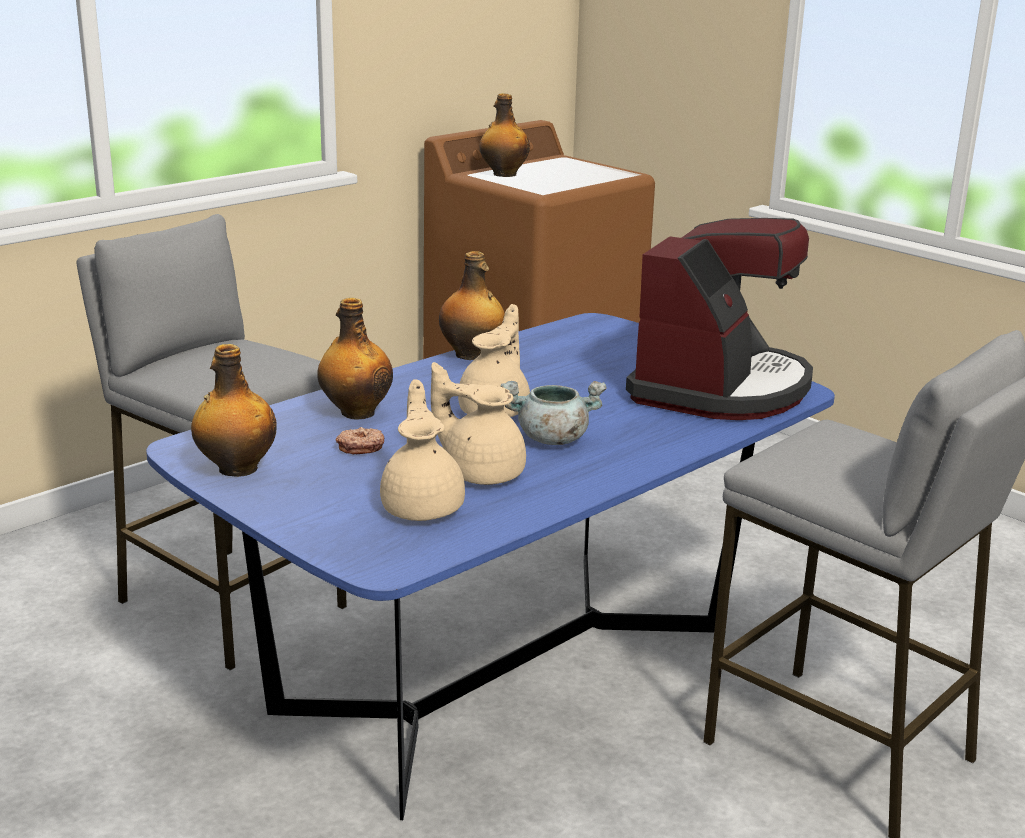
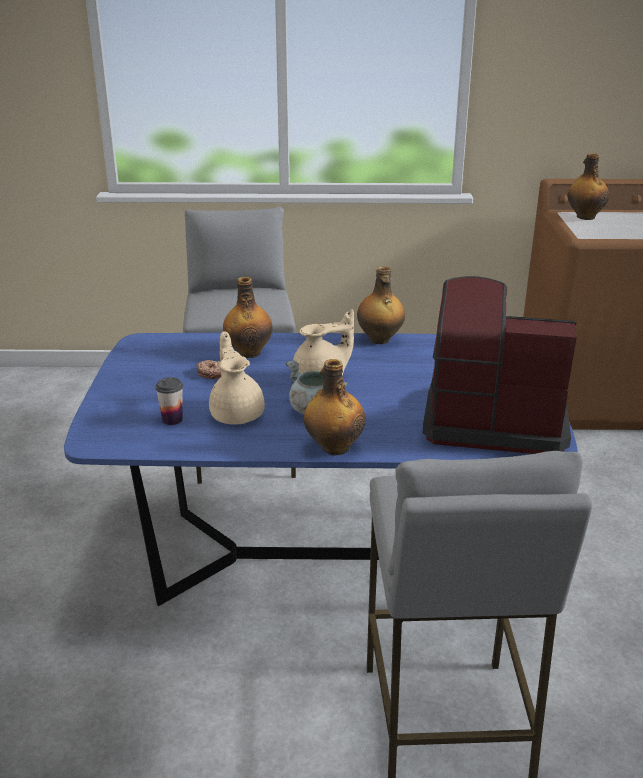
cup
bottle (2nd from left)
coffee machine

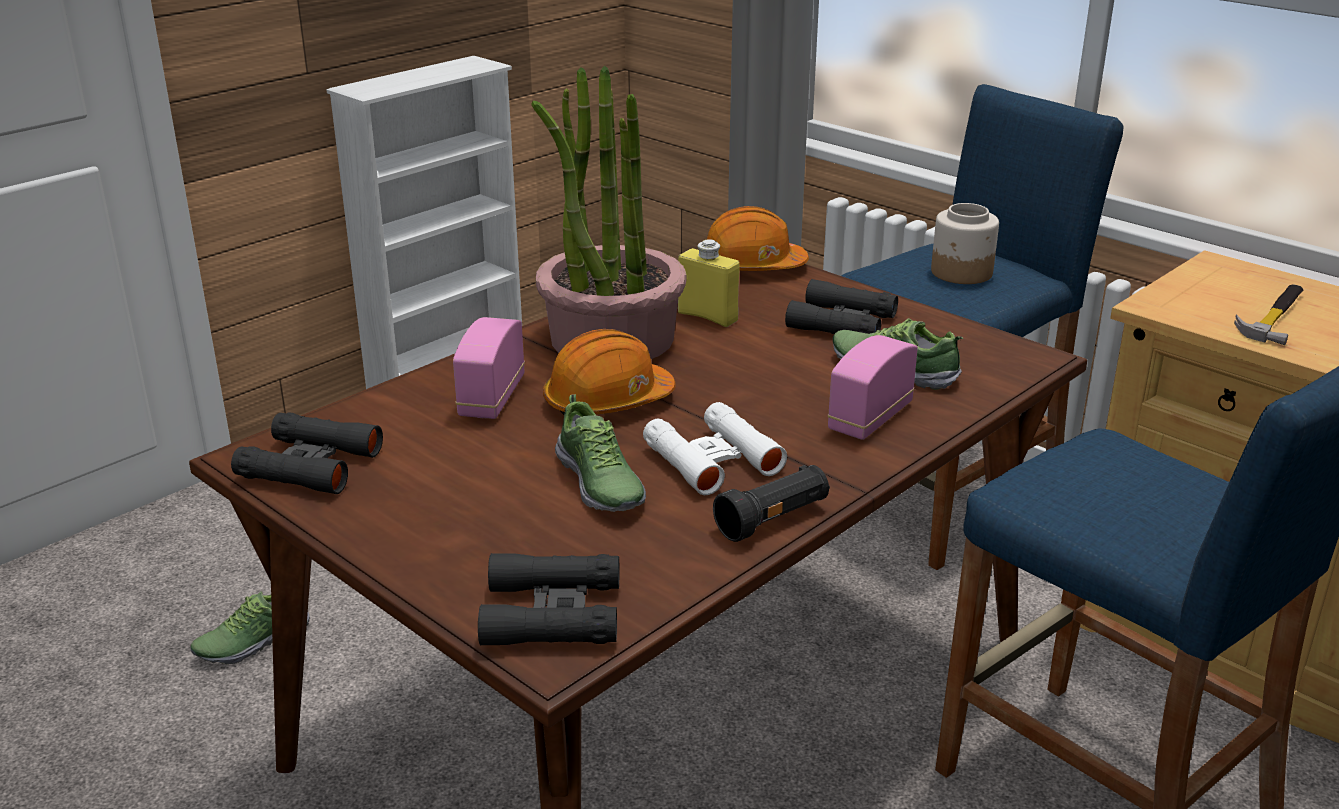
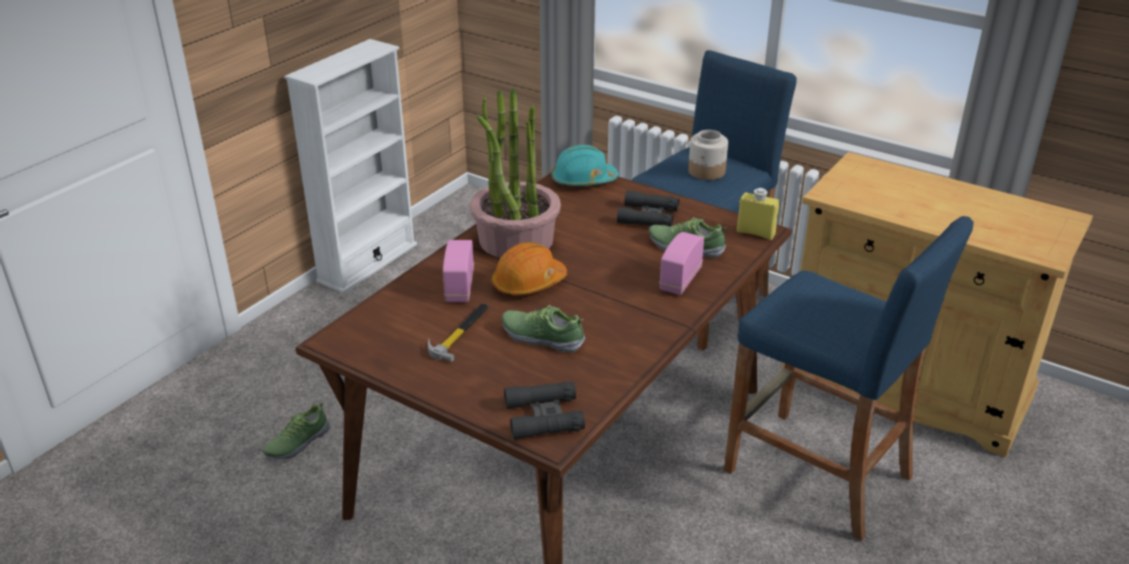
hammer
shoe (2nd from left)
hard hat in turquoise
bottle in yellow
binoculars in black (1st from left in the first image)
binoculars in white
flashlight in black

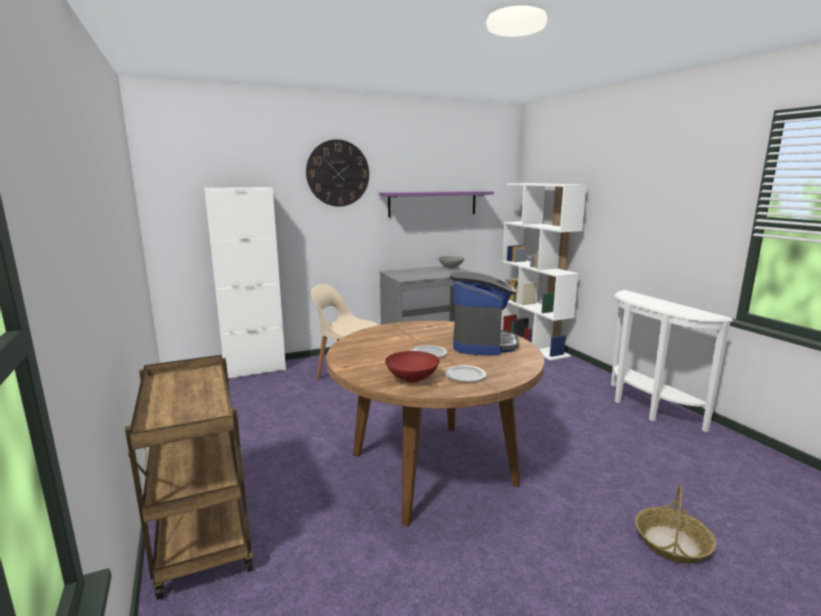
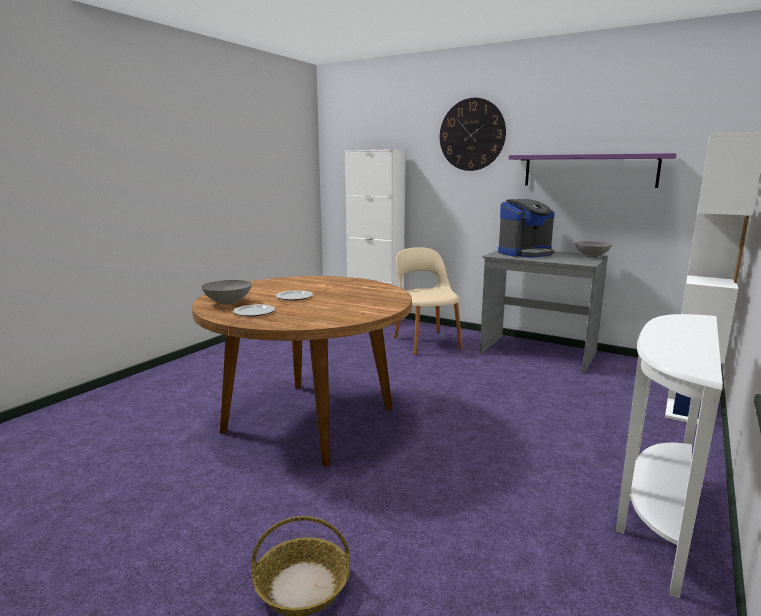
bowl in grey (1st from left)
coffee machine
cart in brown

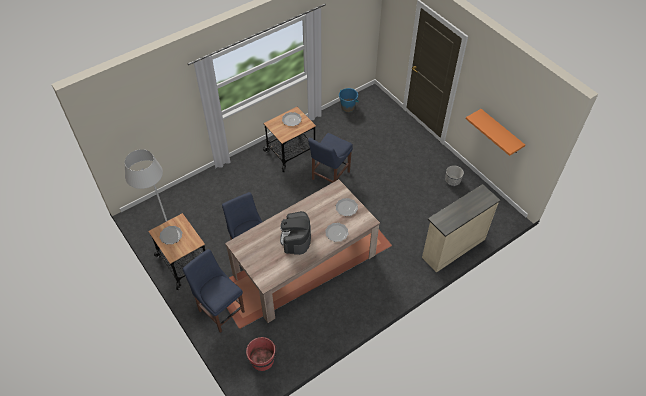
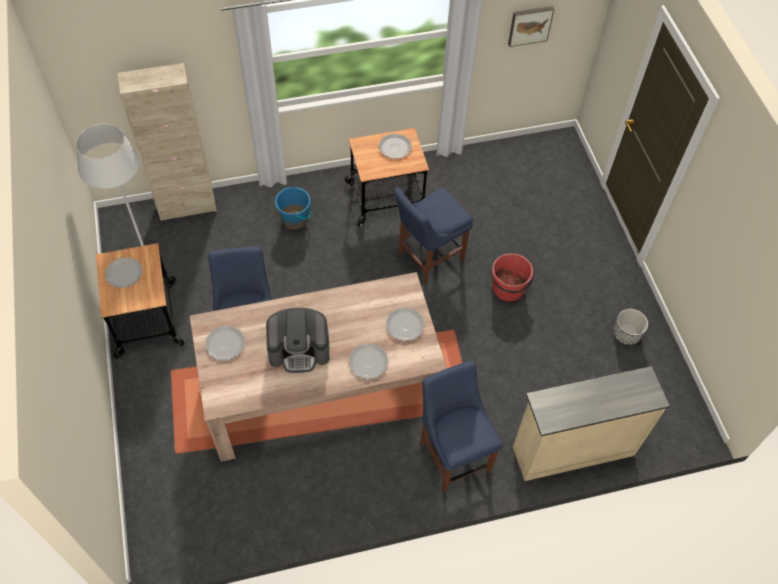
cabinet in beige
plate (2nd from left)
coffee machine
bucket in blue
chair in blue (3rd from left)
bucket in red
picture
shelf in orange

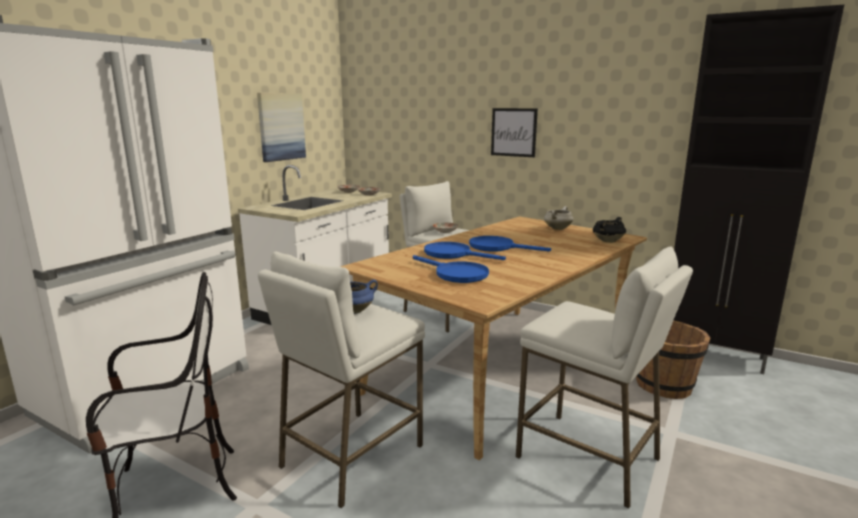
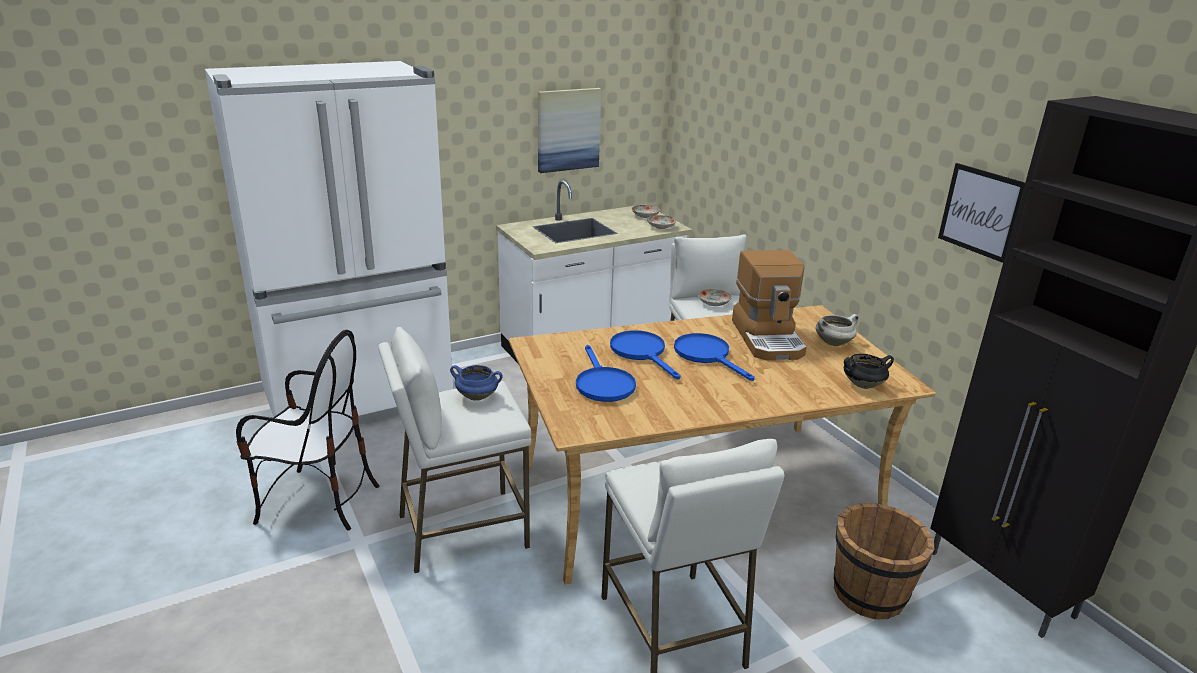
coffee machine
picture (2nd from left)

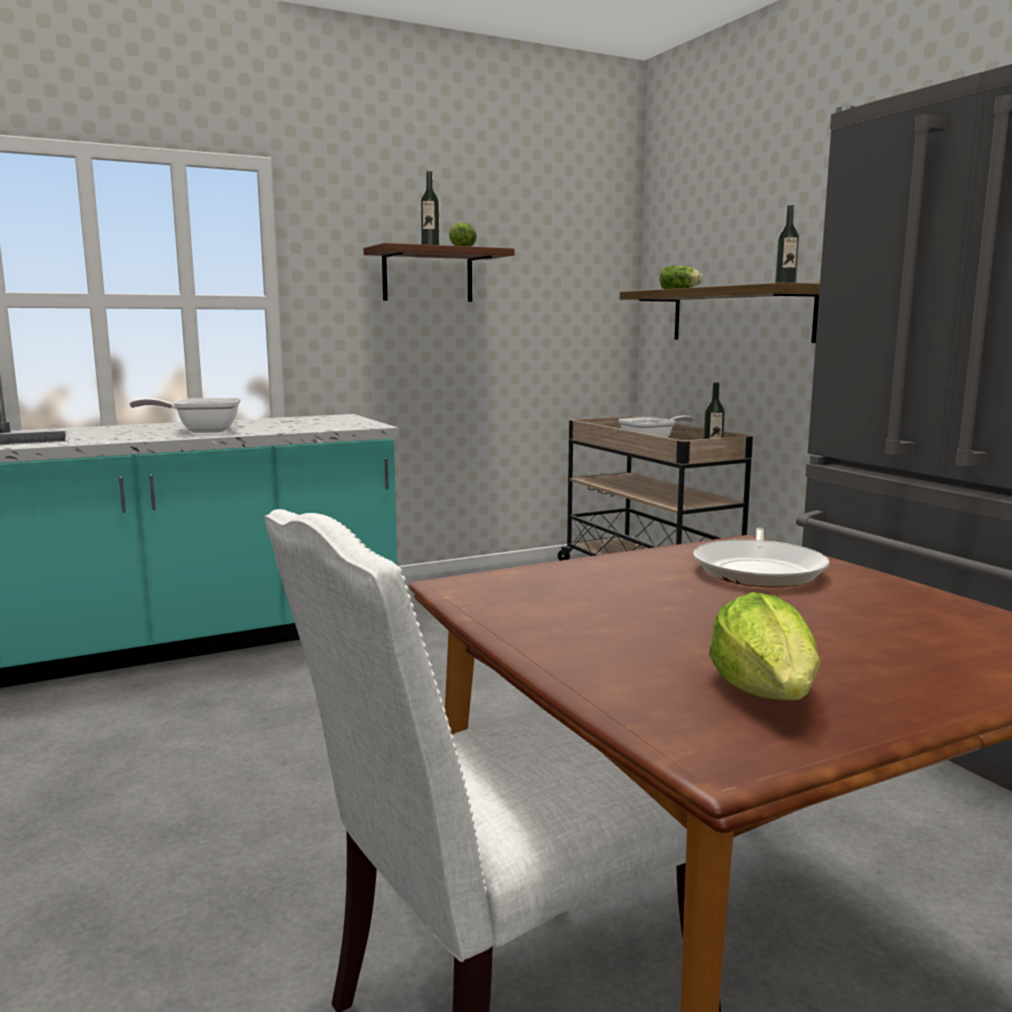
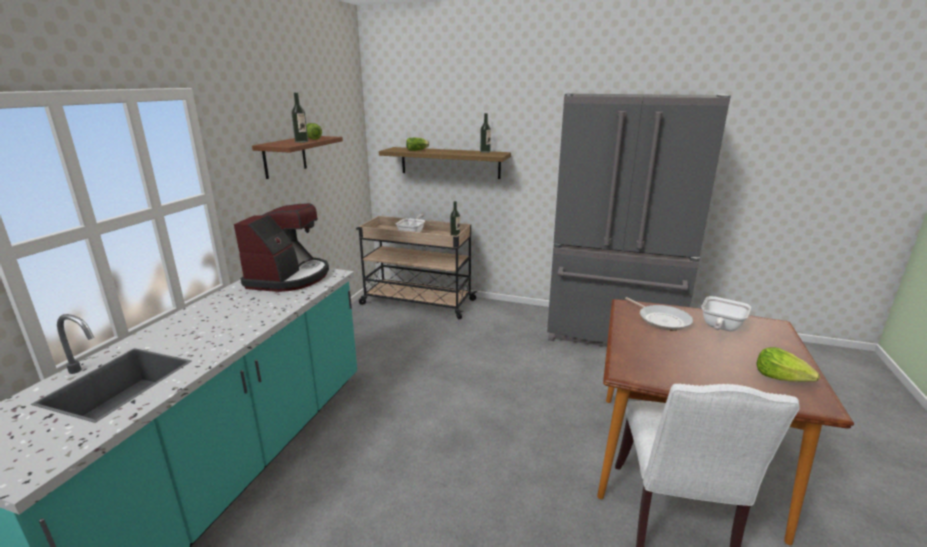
coffee machine
frying pan (3rd from left)

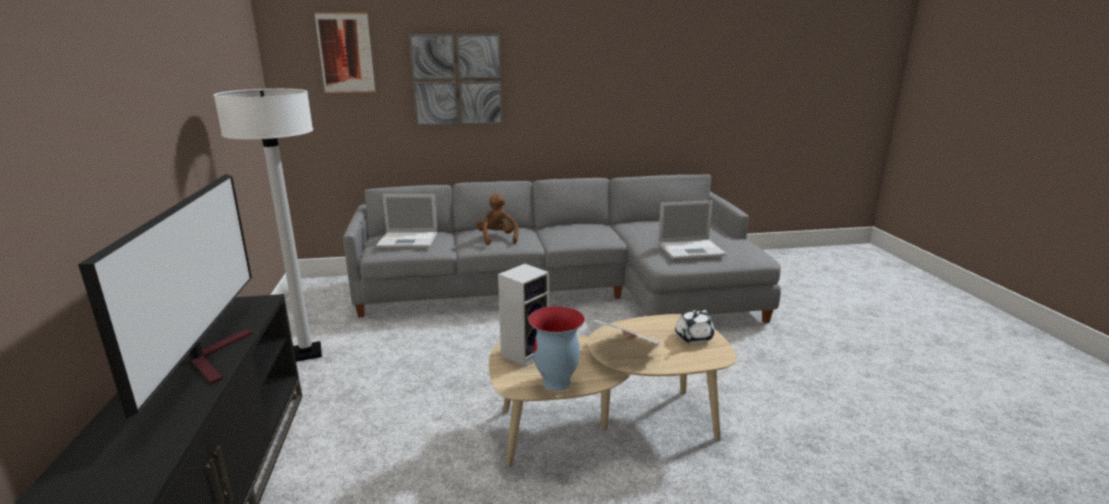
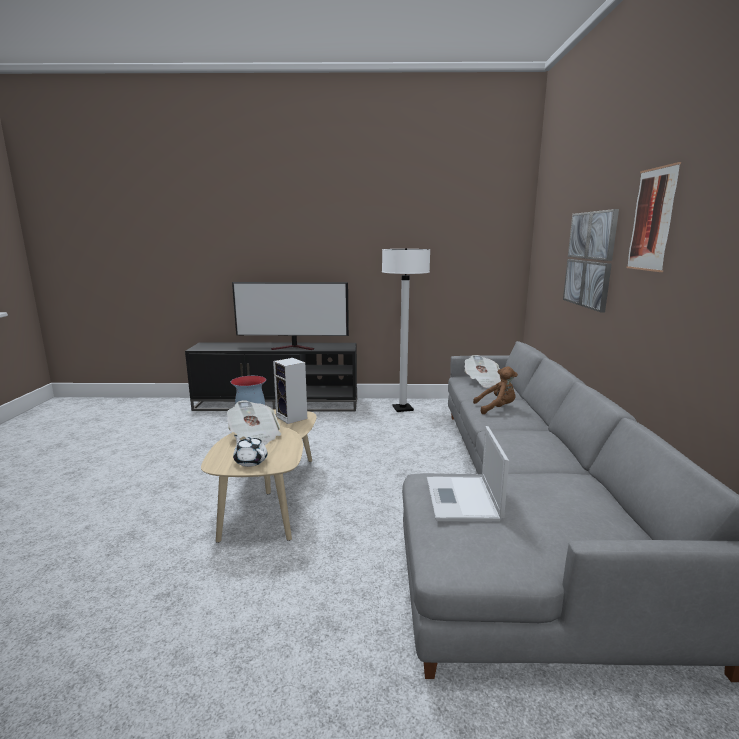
newspaper (2nd from left)
picture (2nd from left)

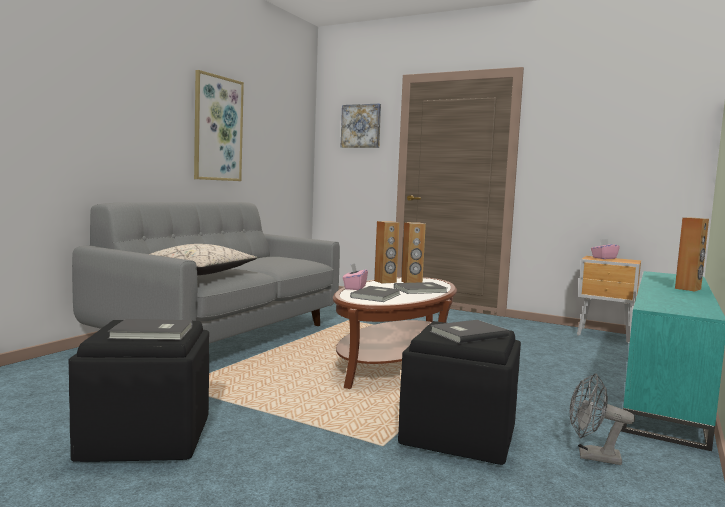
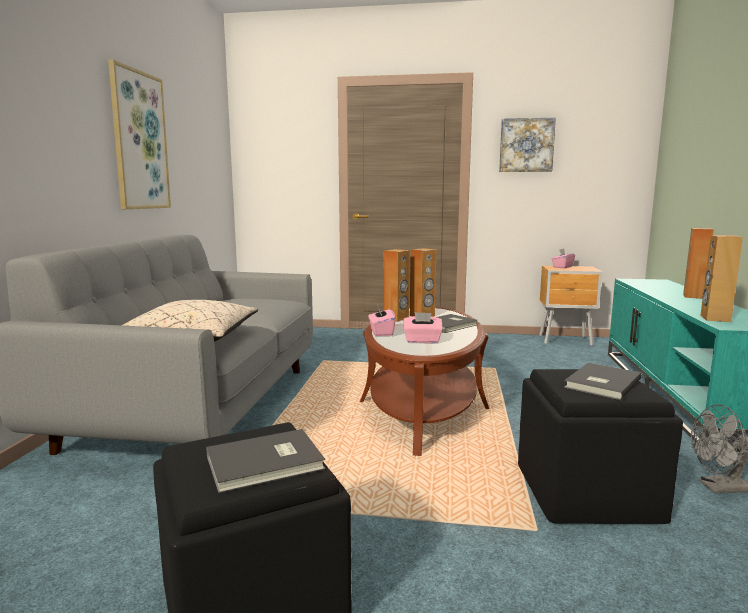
tissue box in pink (2nd from left)
picture (2nd from left)
speaker in brown (4th from left)

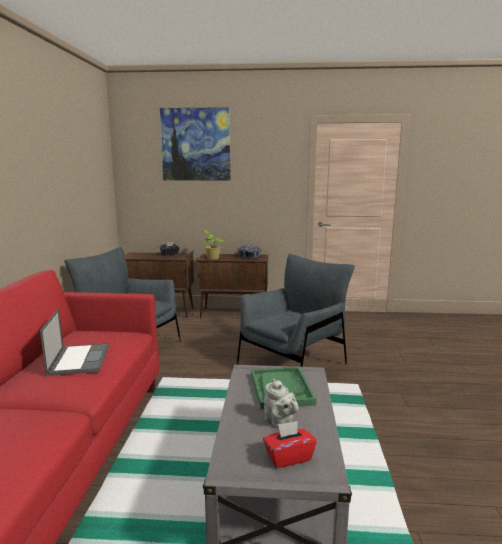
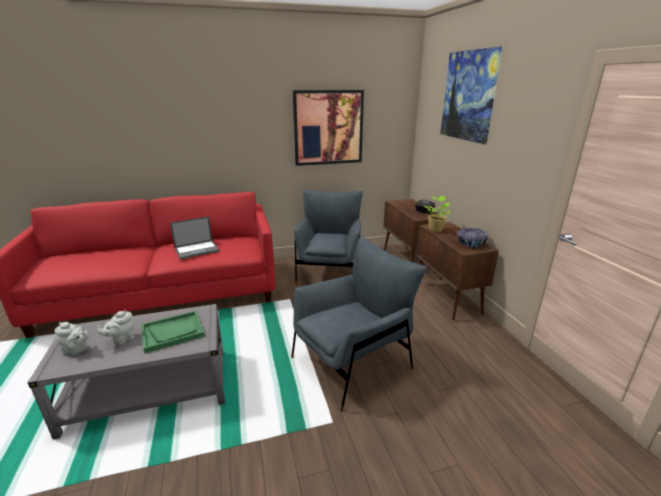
teapot in grey (1st from left)
armchair in grey (2nd from left)
picture (1st from left)

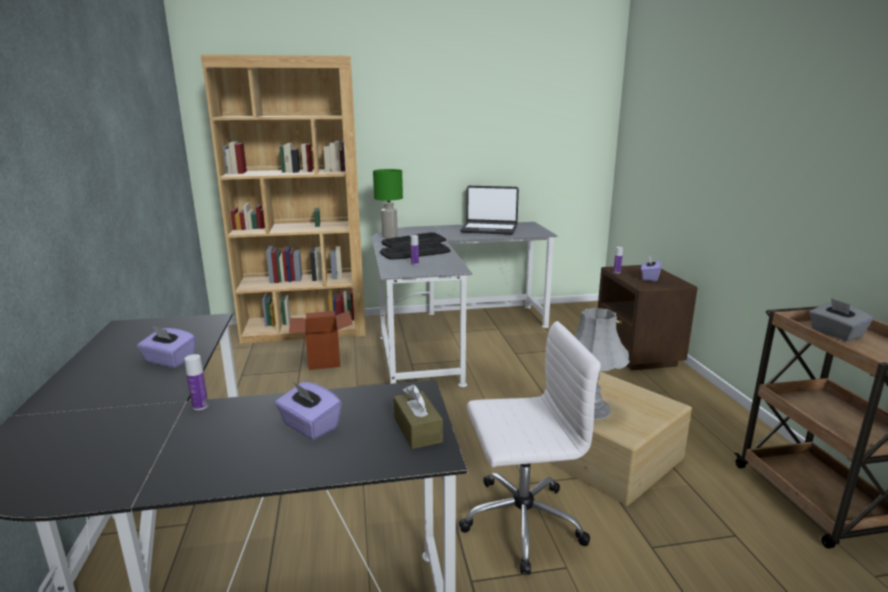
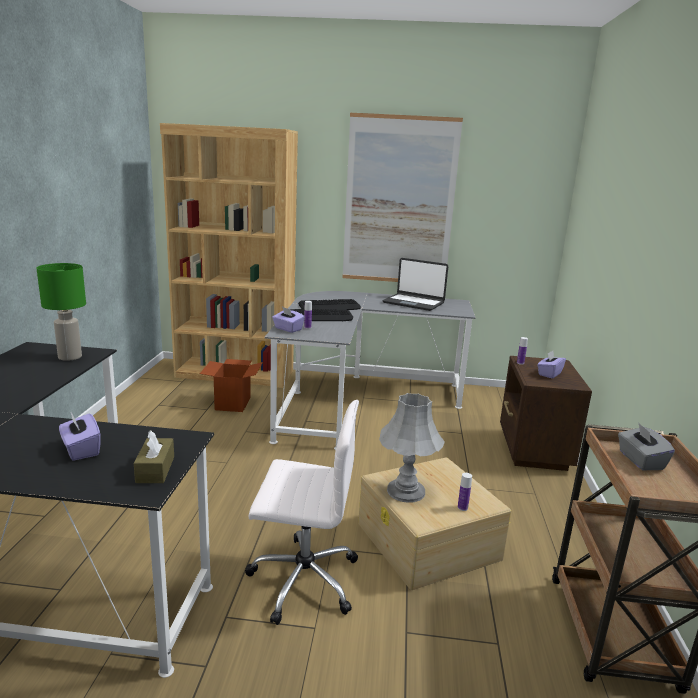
table lamp in green
tissue box in purple (2nd from left)
picture
bottle (2nd from left)

